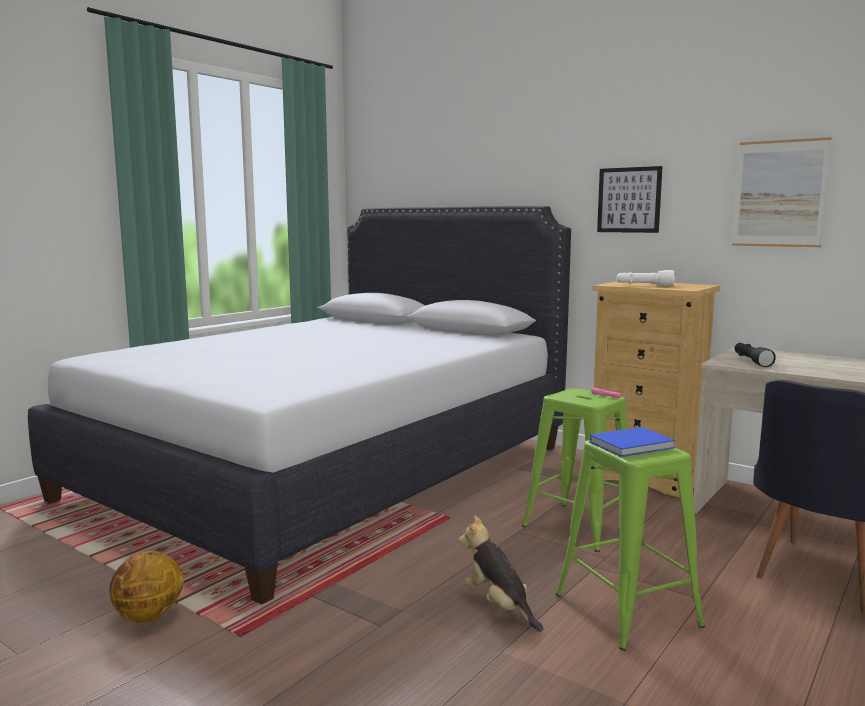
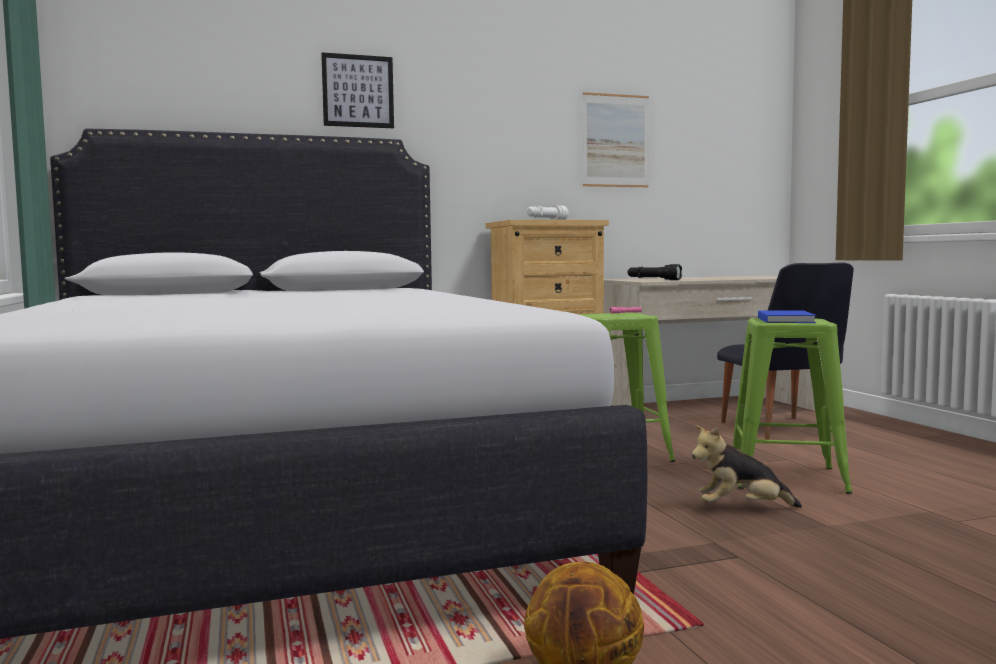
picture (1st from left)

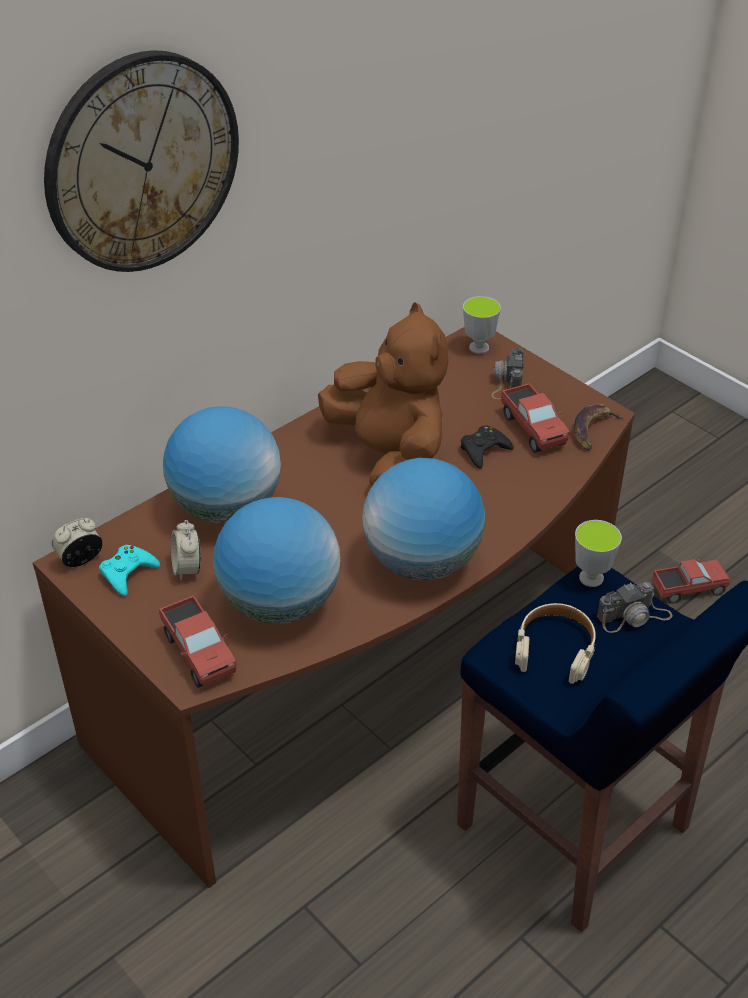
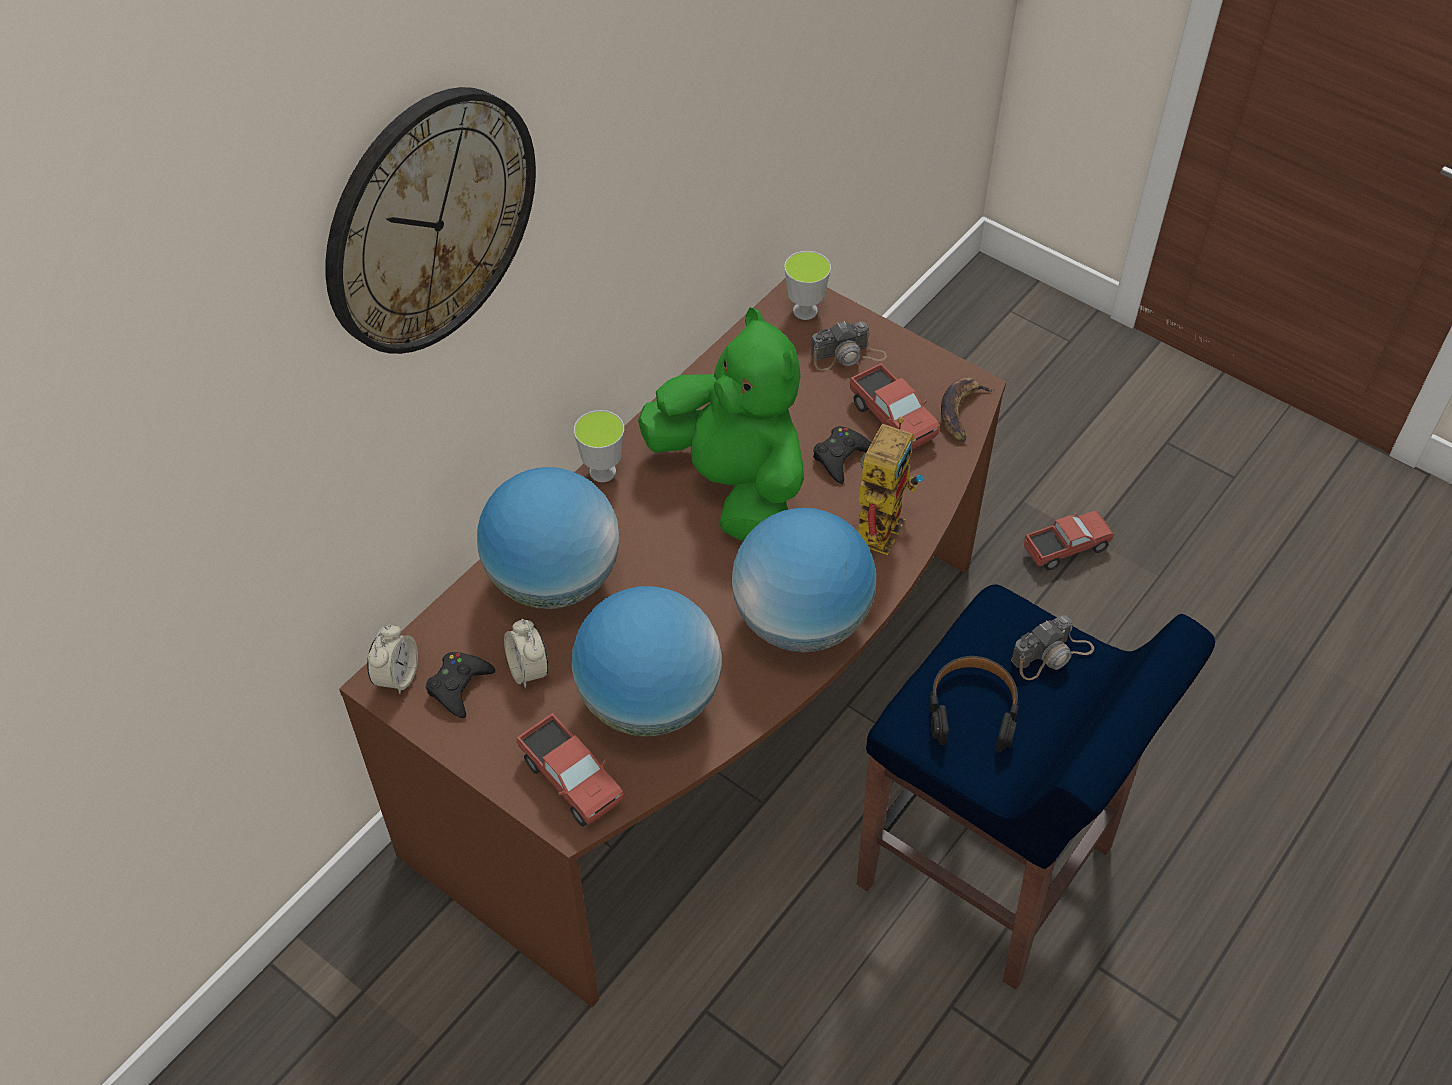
alarm clock (1st from left)
game controller in black (1st from left)
cup (1st from left)
plush toy in green
photo camera (1st from left)
toy robot
headphones in black

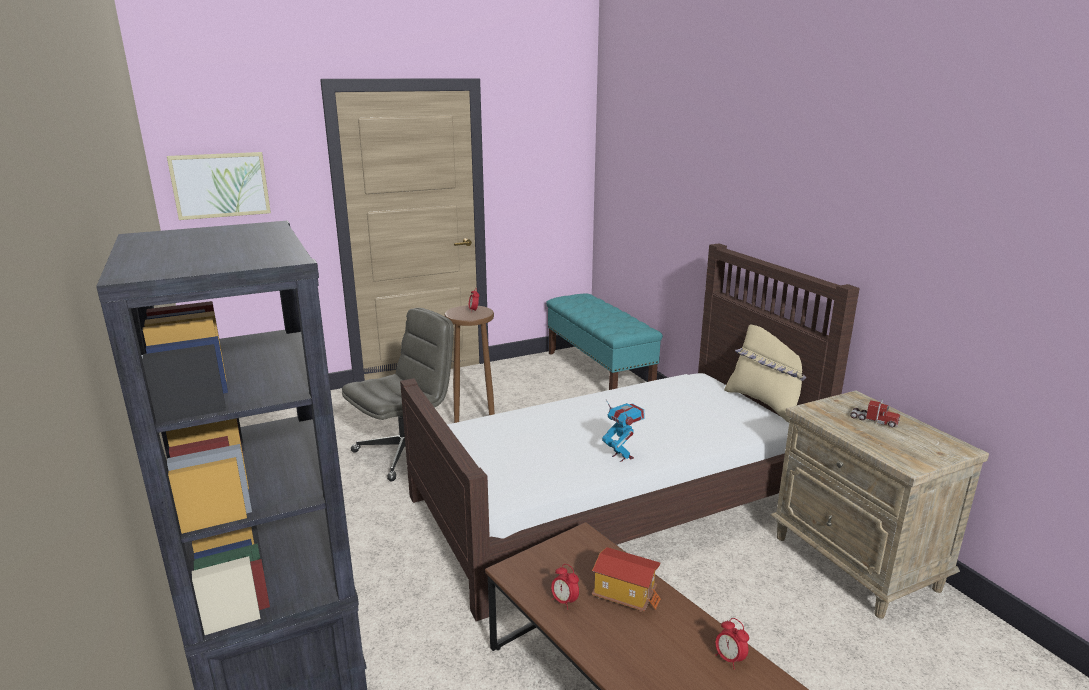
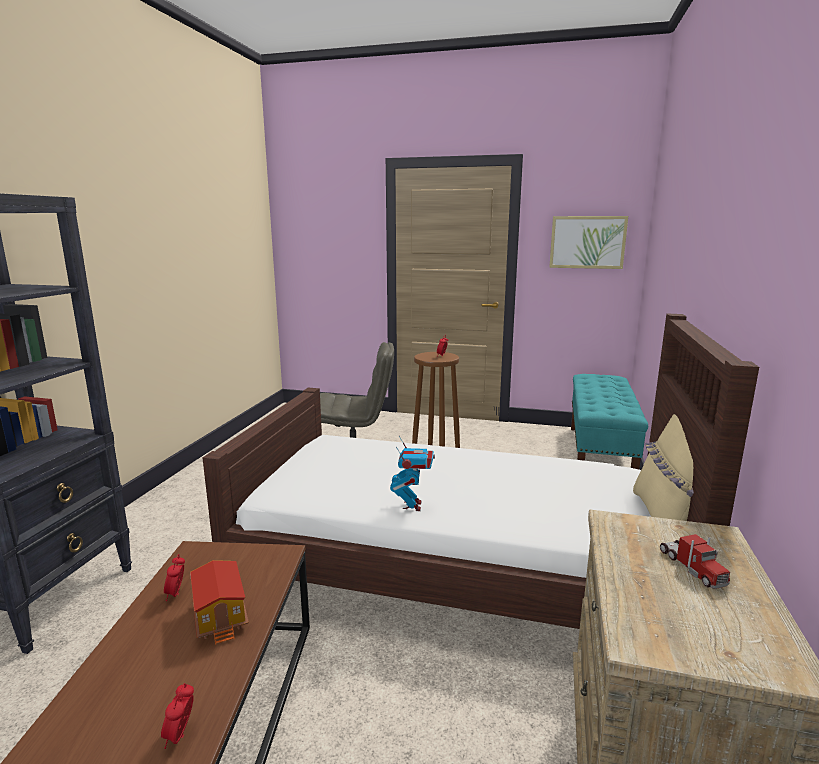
picture

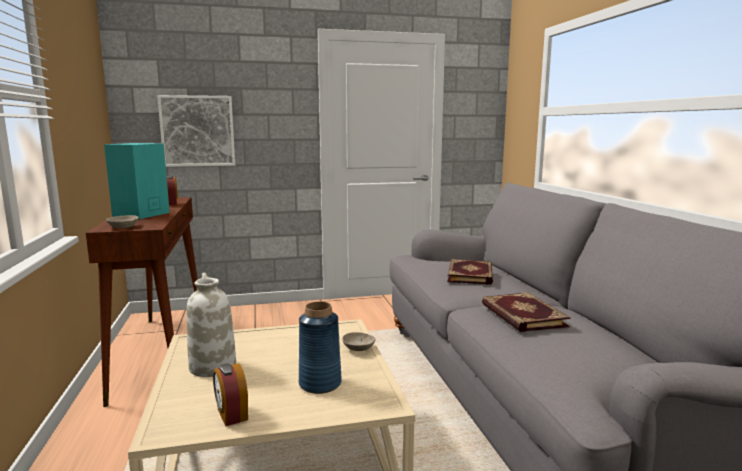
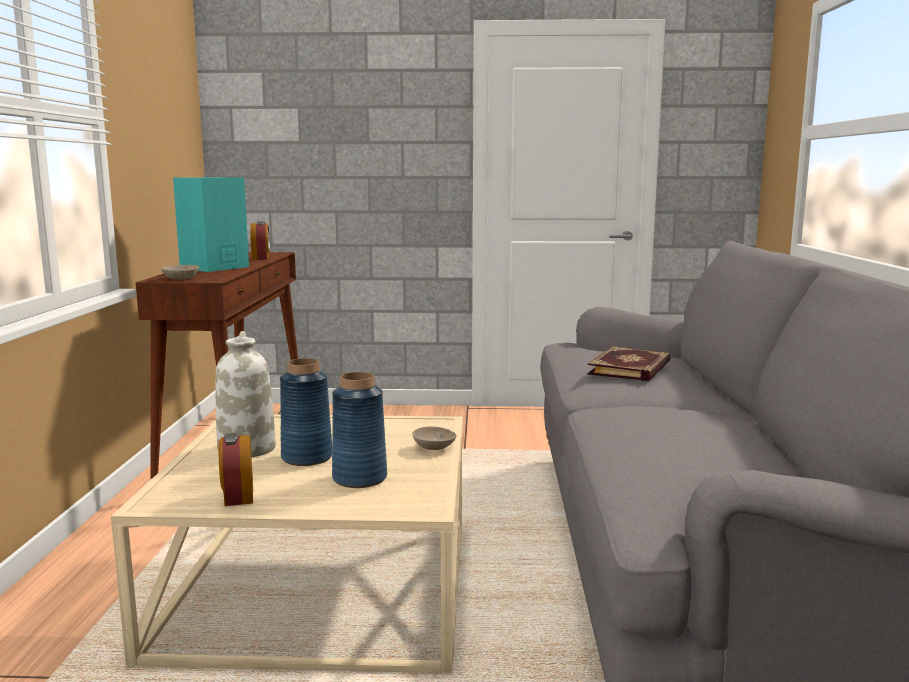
vase in blue (1st from left)
picture
book (2nd from left in the first image)

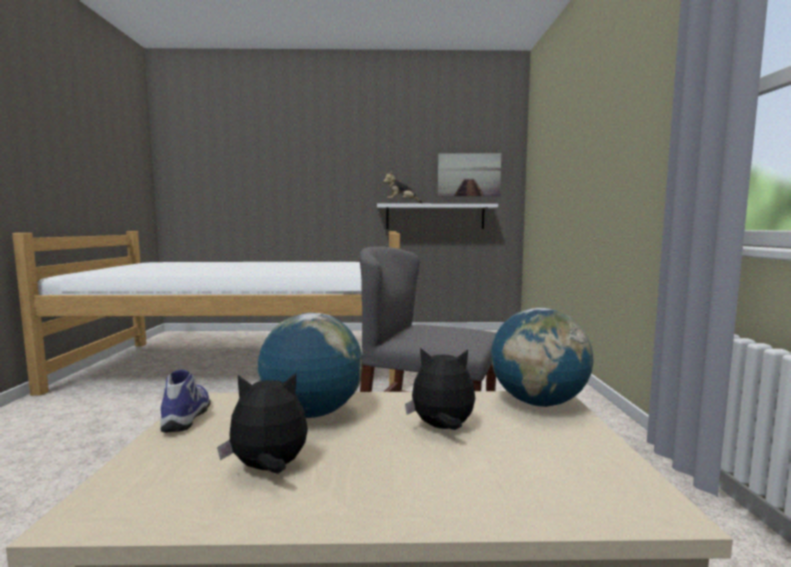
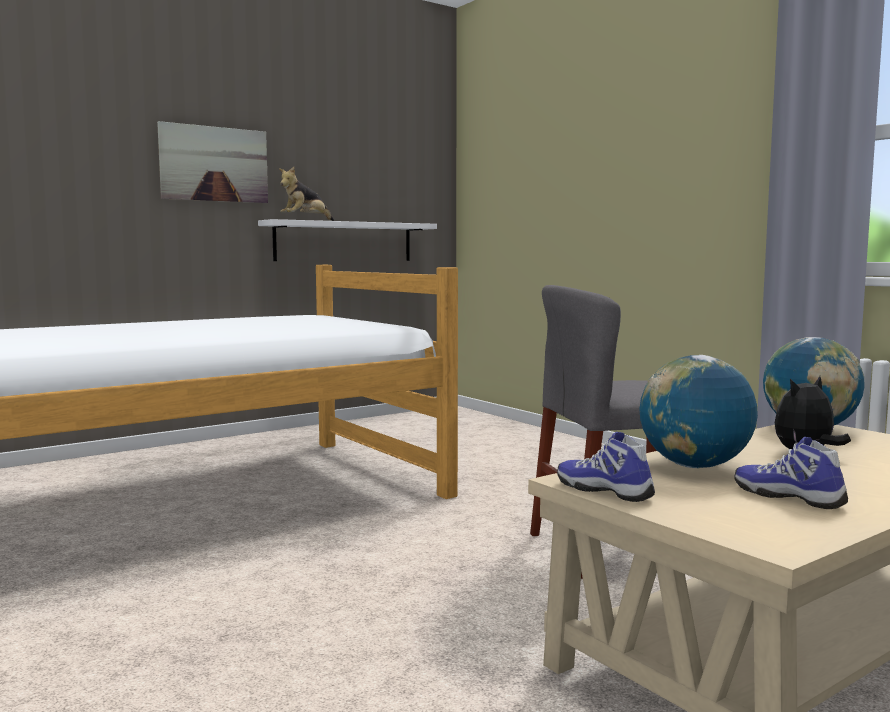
picture
shoe (2nd from left)

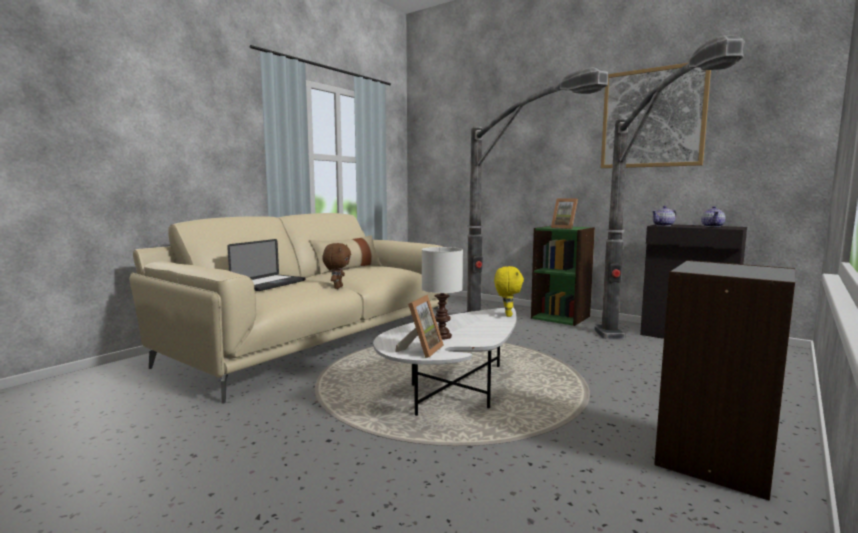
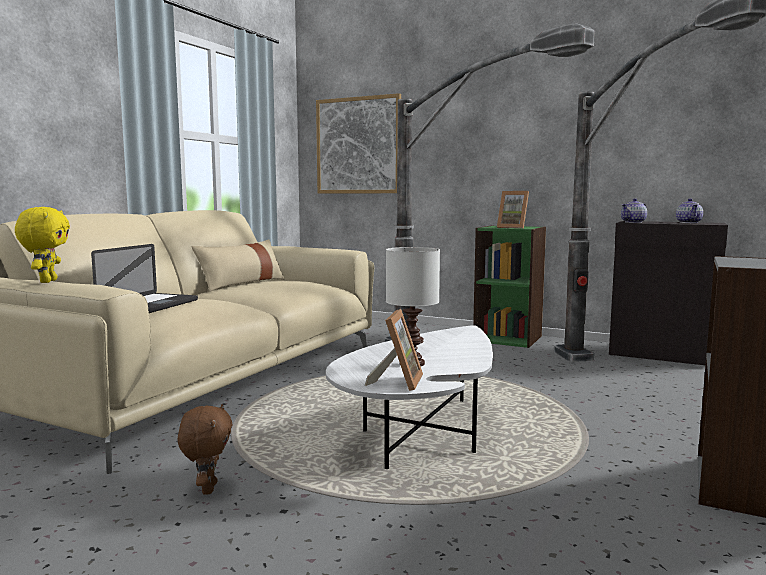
plush toy in yellow
plush toy in brown
picture

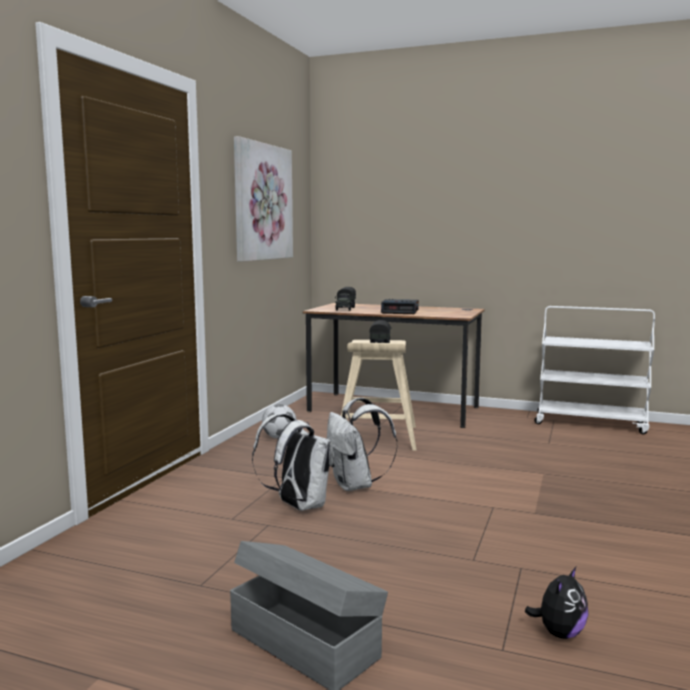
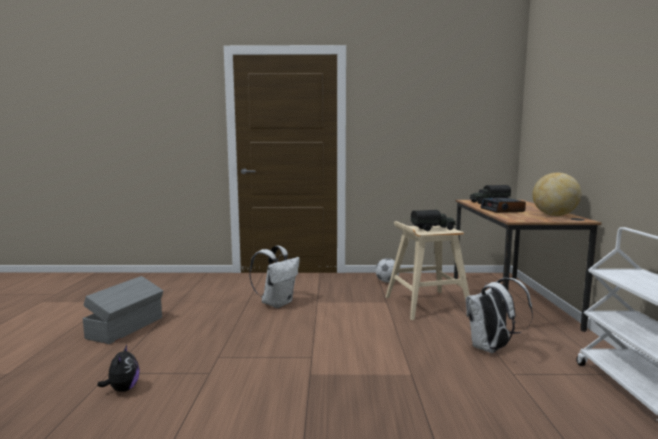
plush toy
backpack in white (2nd from left)
globe
picture

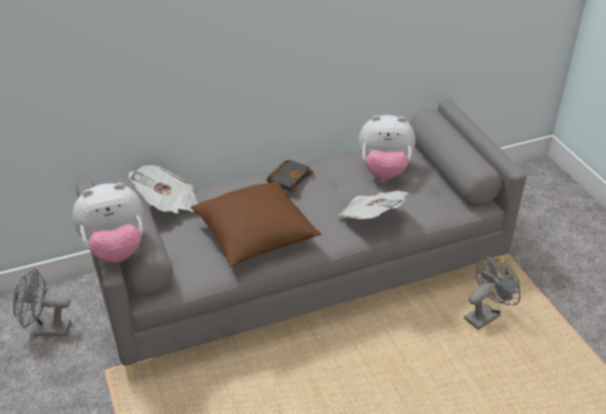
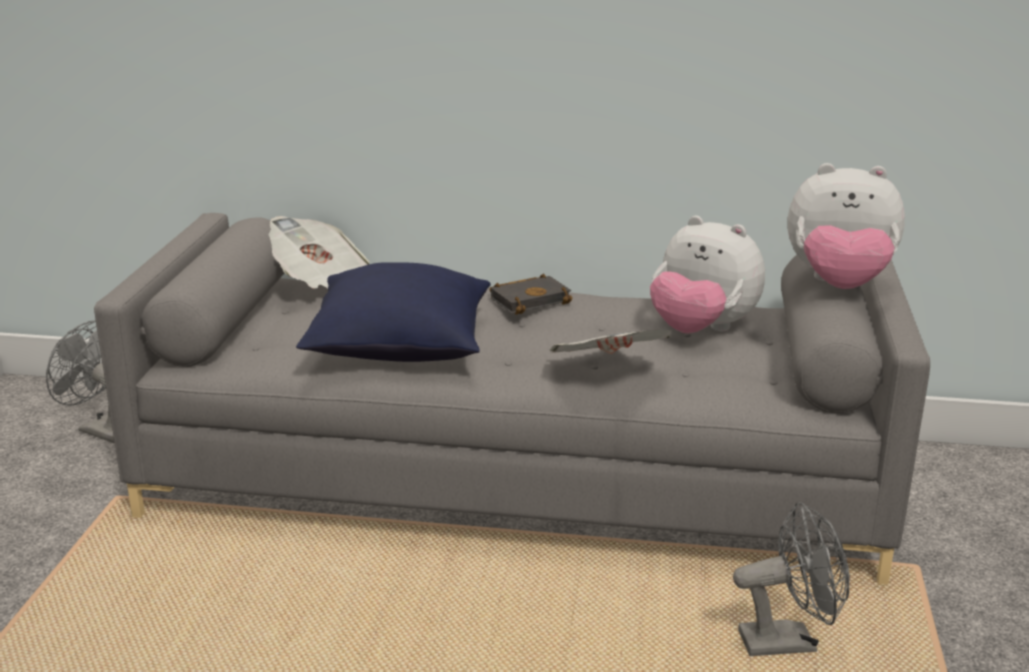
pillow in blue
plush toy (2nd from left)

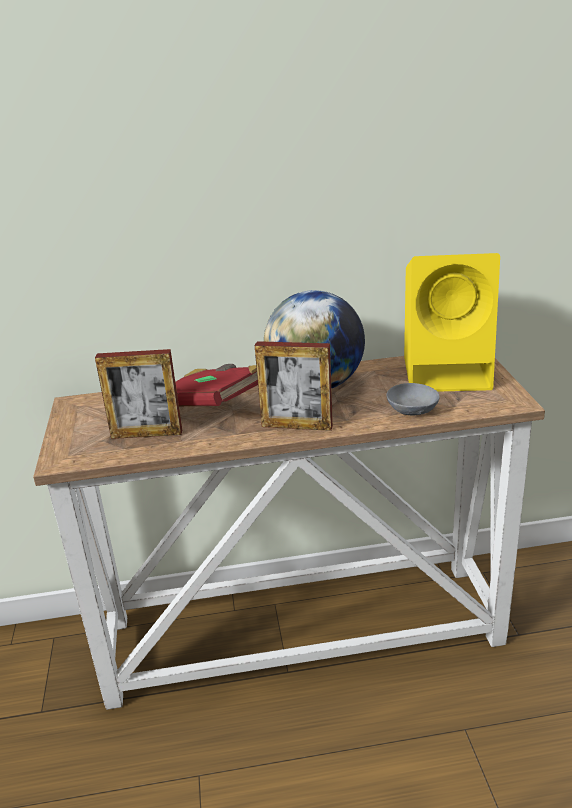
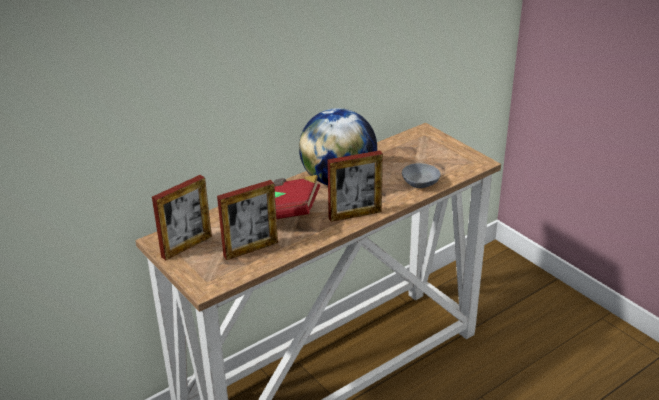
picture frame (1st from left)
speaker in yellow

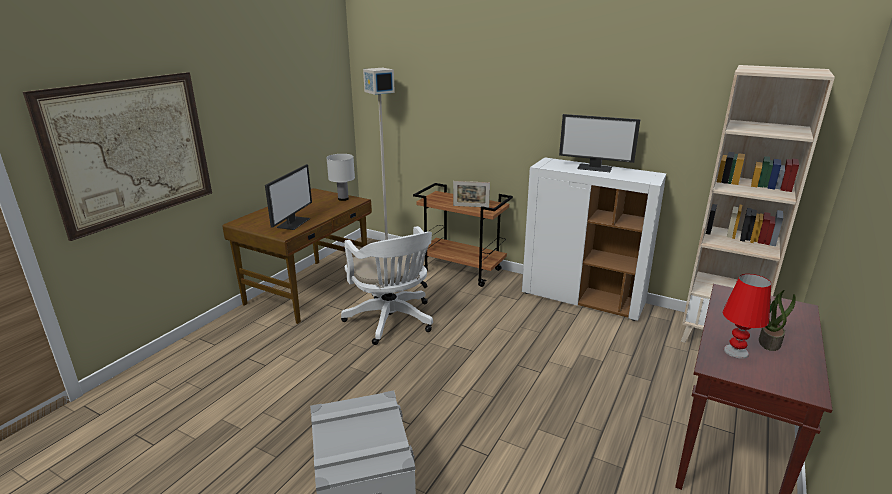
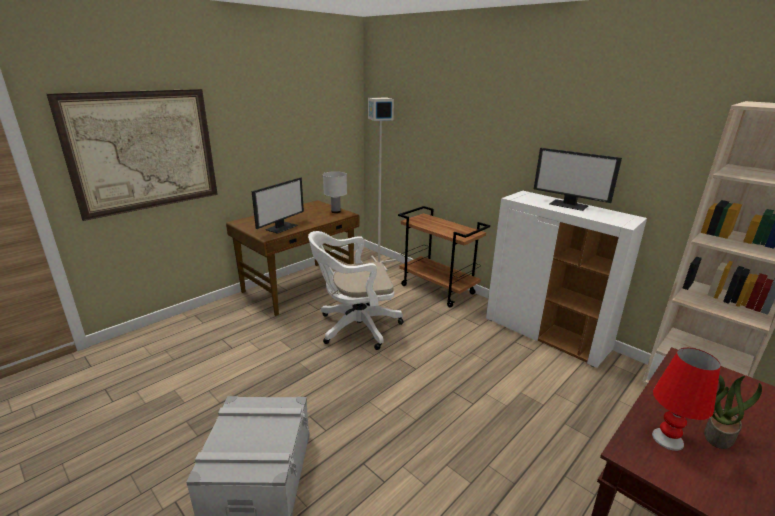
office chair in white
picture frame

